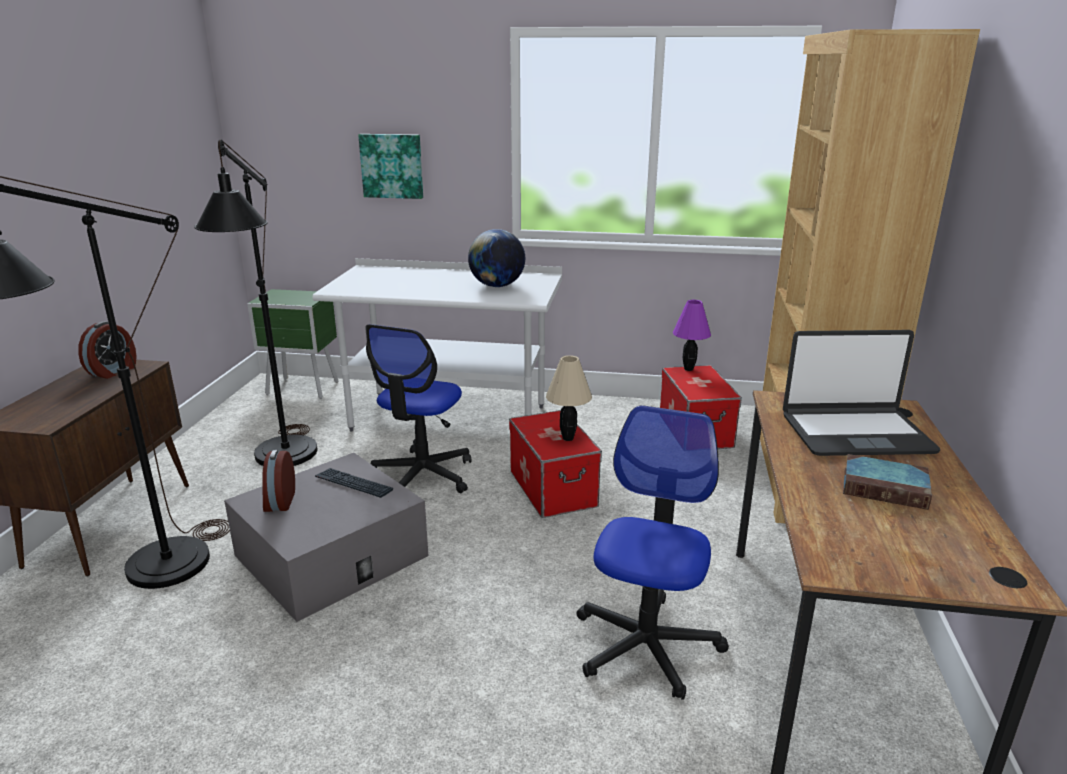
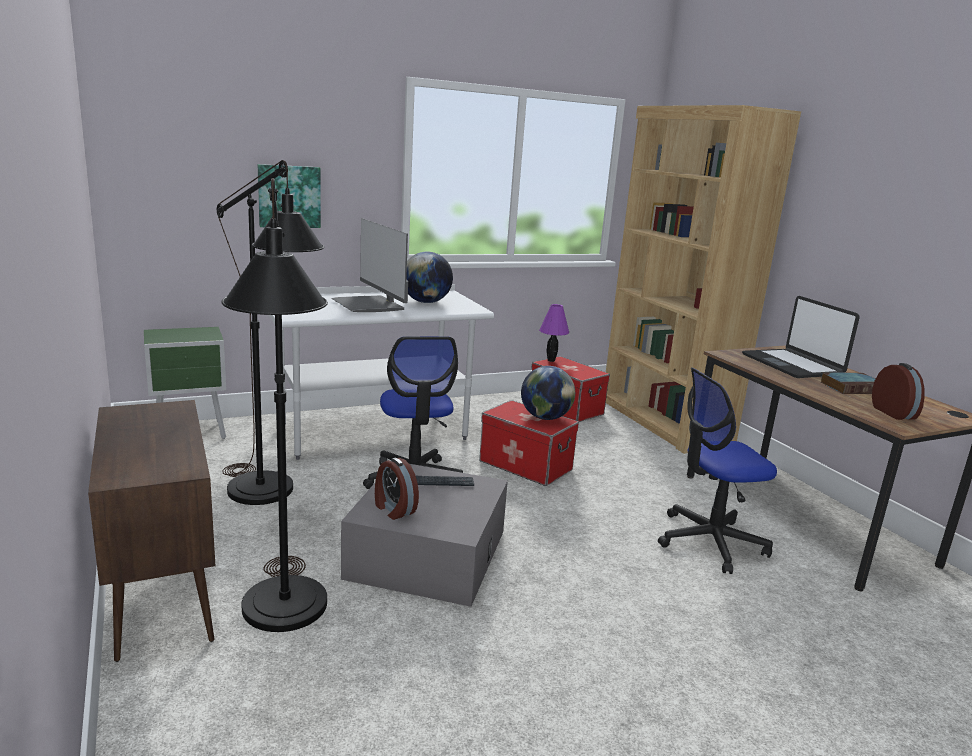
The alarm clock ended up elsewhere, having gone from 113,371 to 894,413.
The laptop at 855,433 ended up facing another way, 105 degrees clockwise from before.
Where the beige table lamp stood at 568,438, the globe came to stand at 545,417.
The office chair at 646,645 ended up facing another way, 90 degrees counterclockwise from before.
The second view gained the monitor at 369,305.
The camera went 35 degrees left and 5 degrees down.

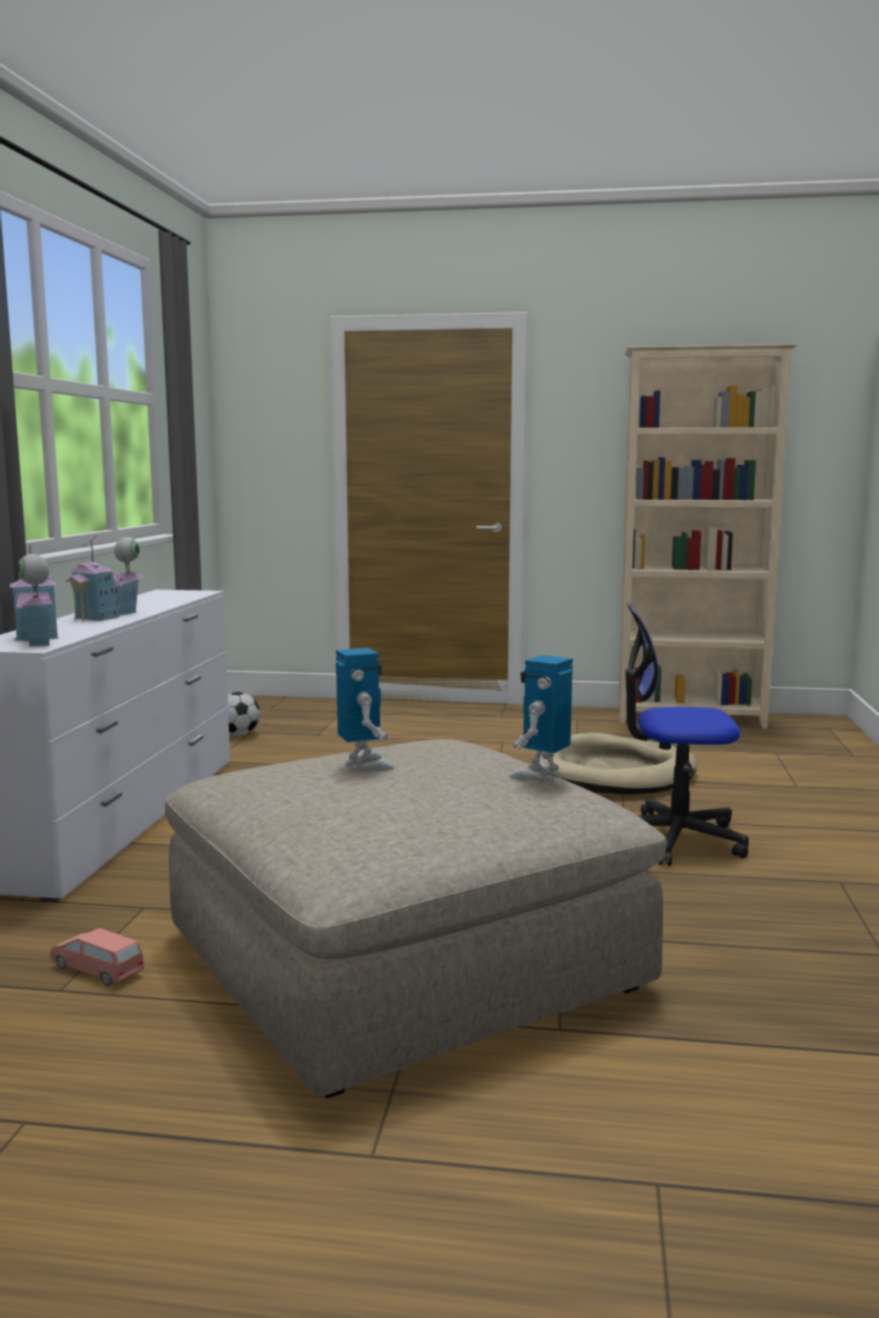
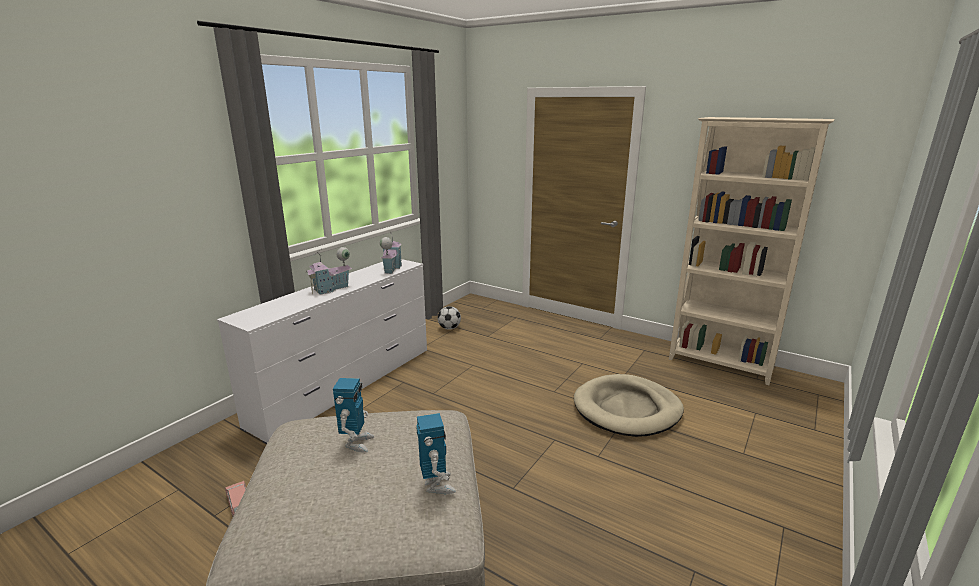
The toy house ended up elsewhere, having gone from 37,640 to 391,268.
The second view lost the office chair at 674,839.
The toy robot at 541,776 ended up facing another way, 105 degrees clockwise from before.
The camera went 25 degrees right and 10 degrees up.

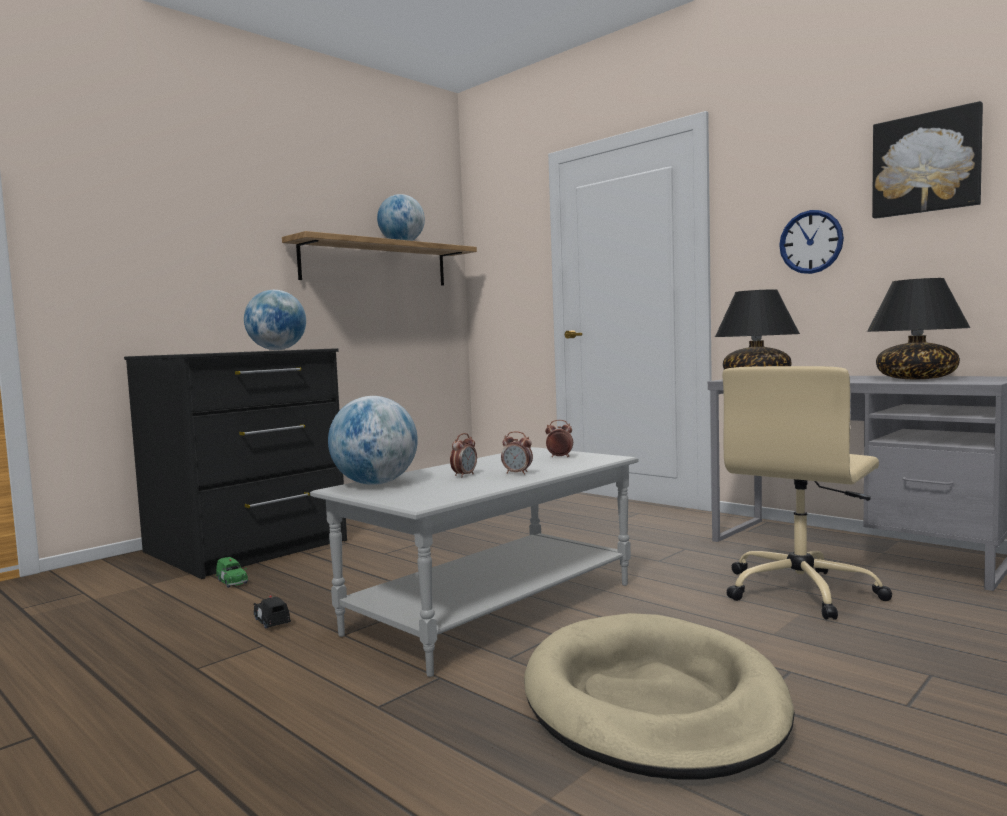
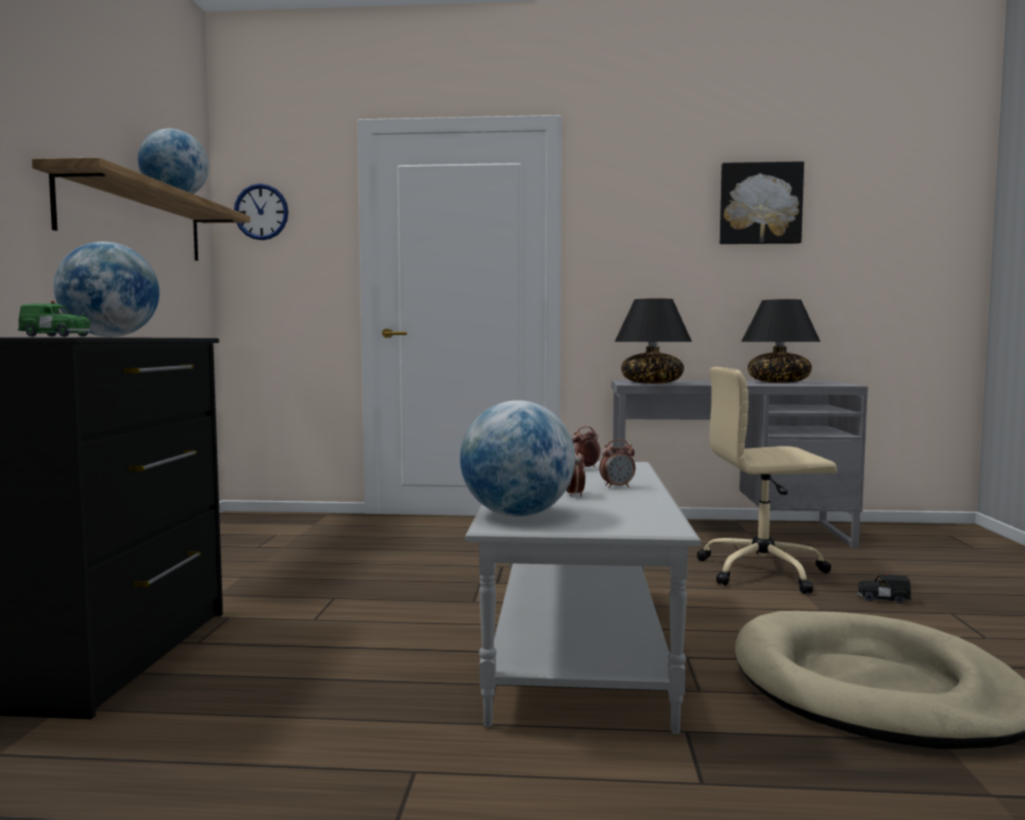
The wall clock ended up elsewhere, having gone from 811,242 to 261,212.
The beige office chair at 801,591 ended up facing another way, 90 degrees clockwise from before.
The green toy car ended up elsewhere, having gone from 232,582 to 56,336.
The black toy car ended up elsewhere, having gone from 272,622 to 882,599.
The camera went 40 degrees left and 0 degrees up.

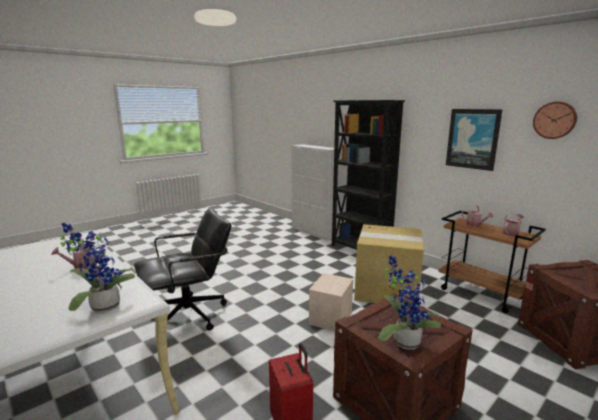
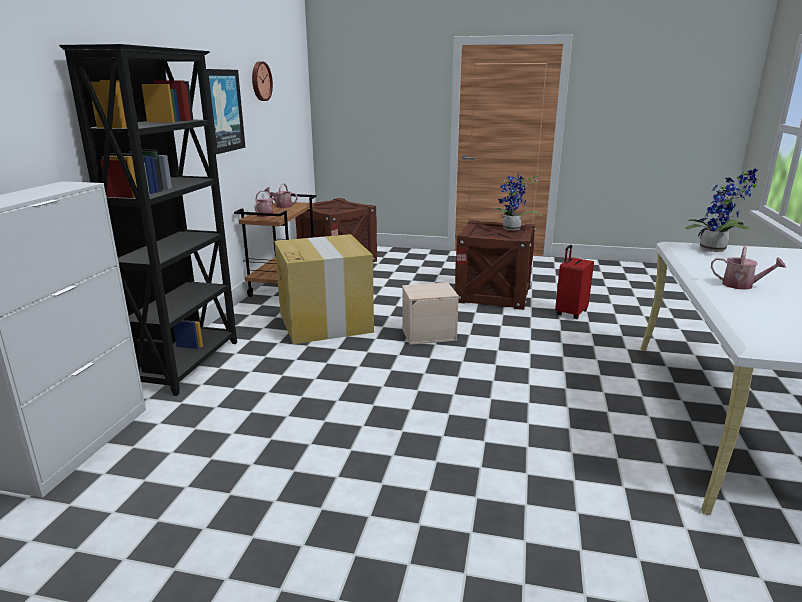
The second view lost the black office chair at 189,315.
The camera went 125 degrees left and 5 degrees up.

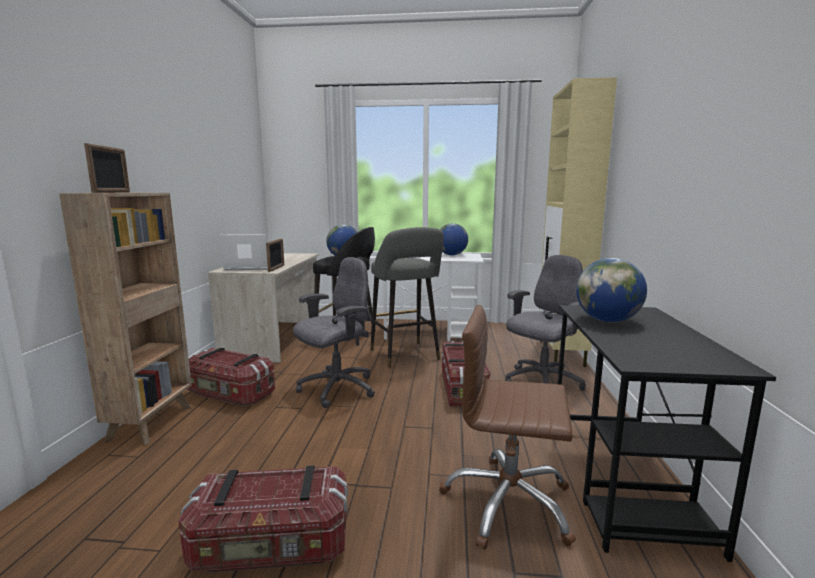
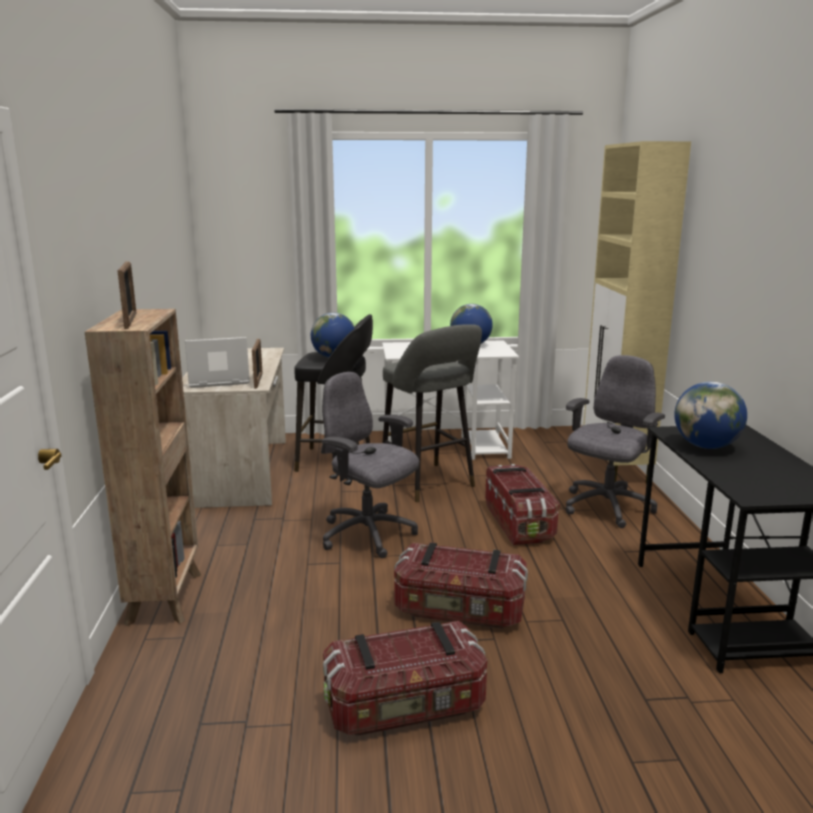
The grey office chair at 336,389 ended up facing another way, 90 degrees counterclockwise from before.
The second view lost the brown office chair at 508,503.
The storage box ended up elsewhere, having gone from 230,394 to 459,611.
The camera went 10 degrees left and 5 degrees up.

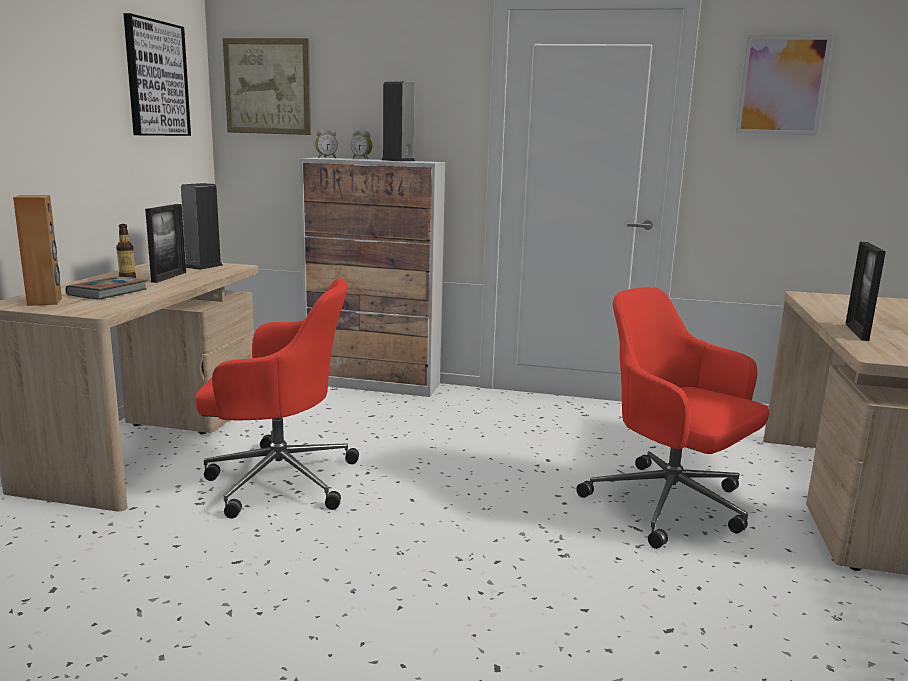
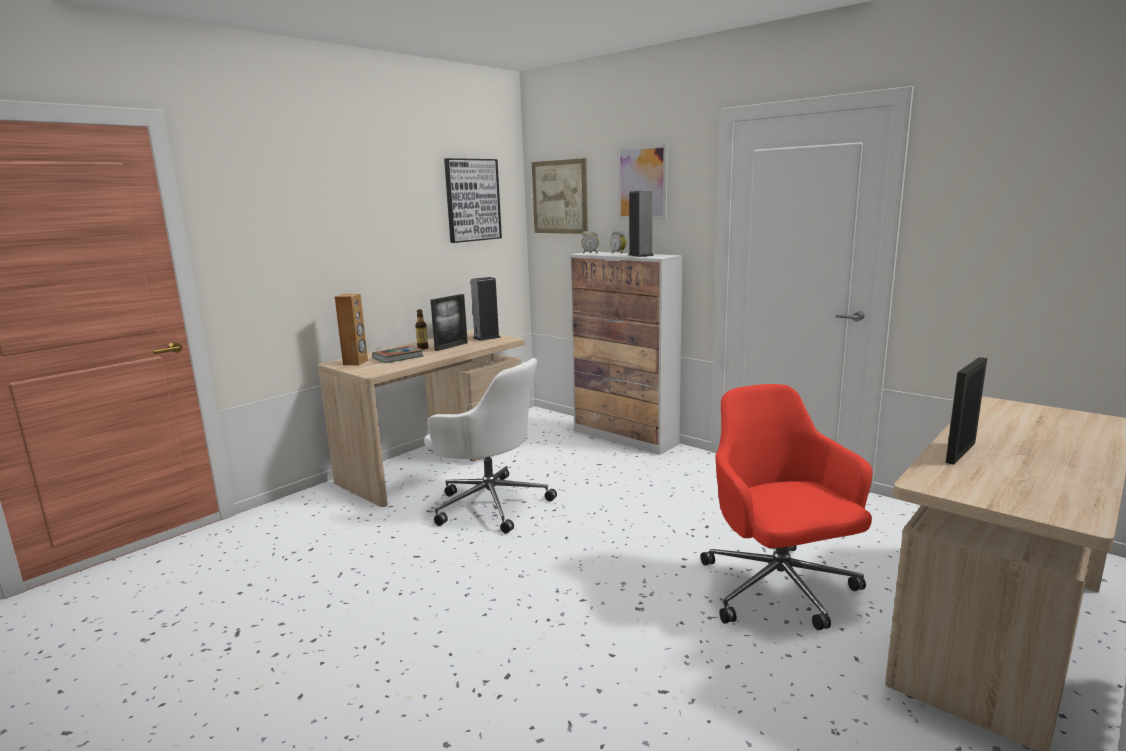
The picture ended up elsewhere, having gone from 782,85 to 642,183.
What was the red office chair at 278,479 turned into the white office chair at 490,503.
The camera went 30 degrees right and 0 degrees up.

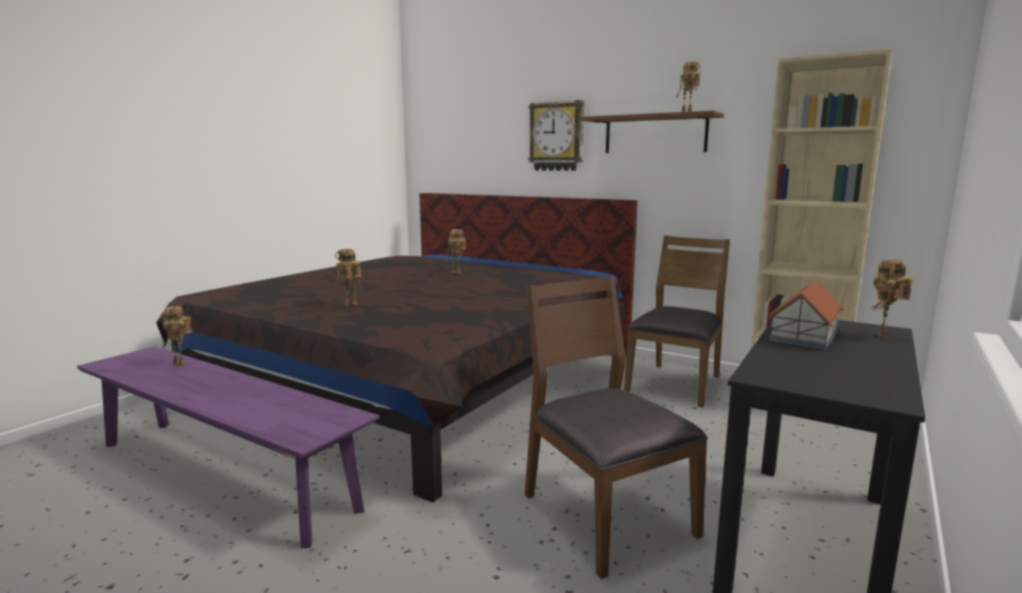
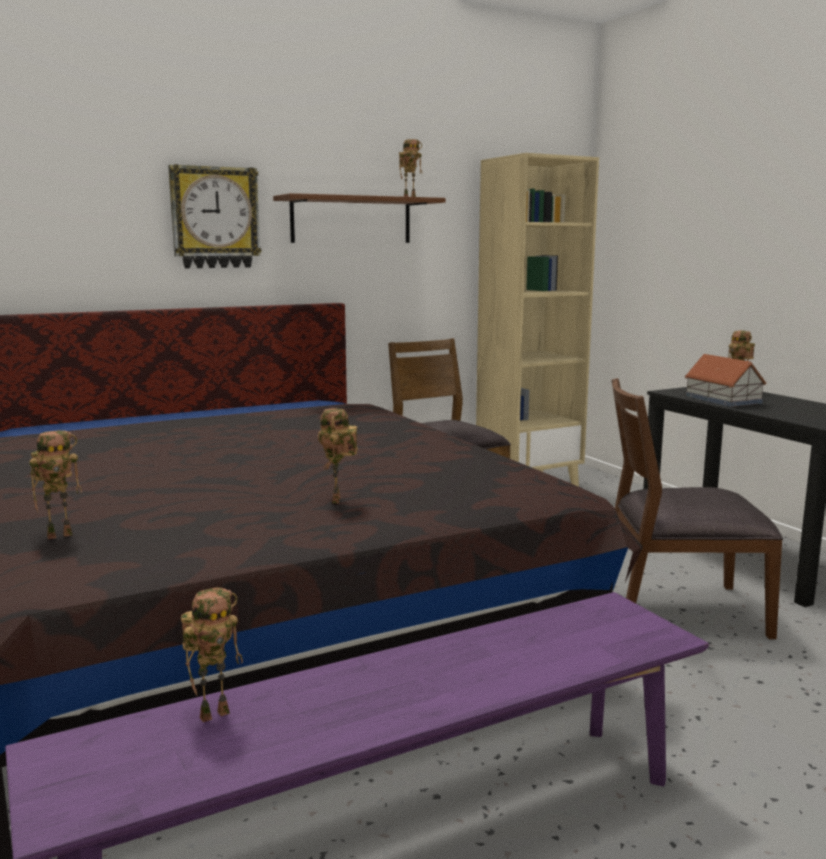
The toy robot ended up elsewhere, having gone from 457,272 to 61,534.
The camera went 60 degrees left and 0 degrees up.

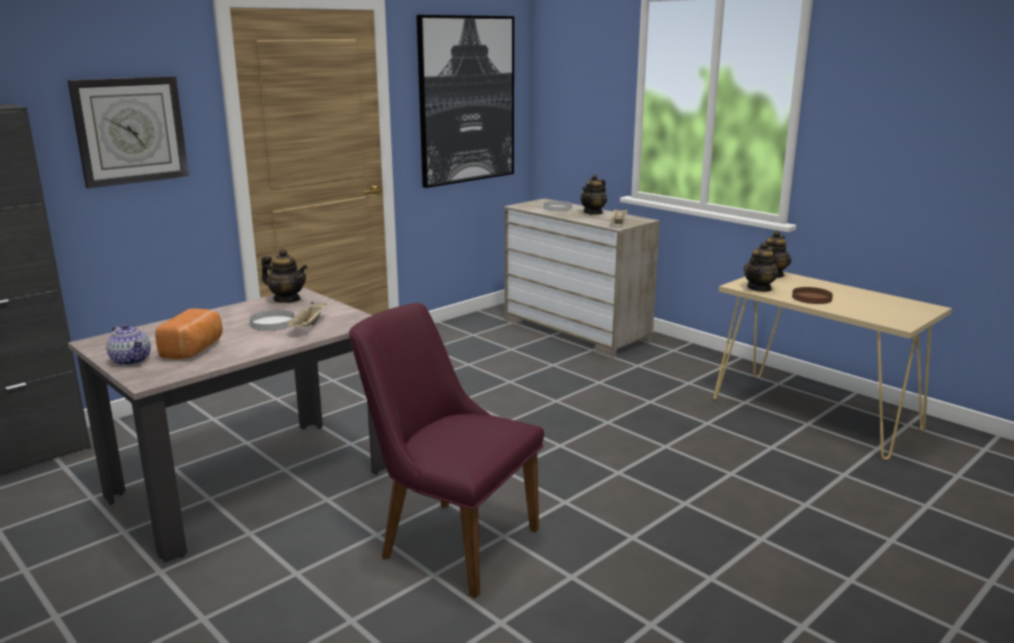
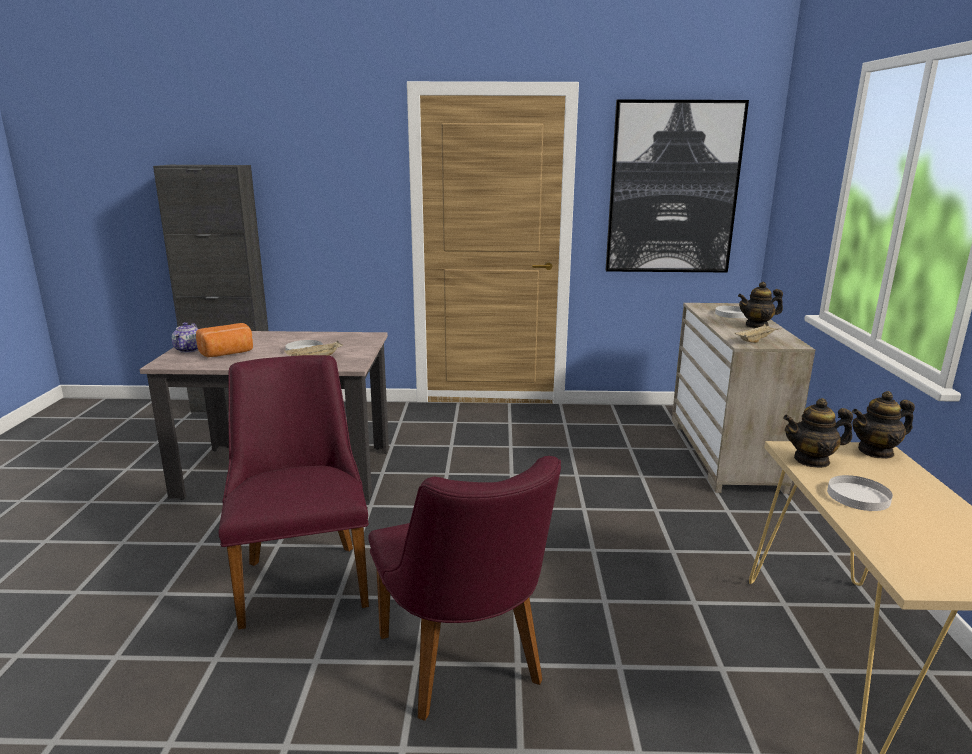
The second view lost the wall clock at 130,130.
The second view lost the teapot at 287,299.
What was the brown plate at 812,298 turned into the white plate at 858,496.
The second view gained the purple chair at 466,668.
The camera went 45 degrees right and 0 degrees up.

